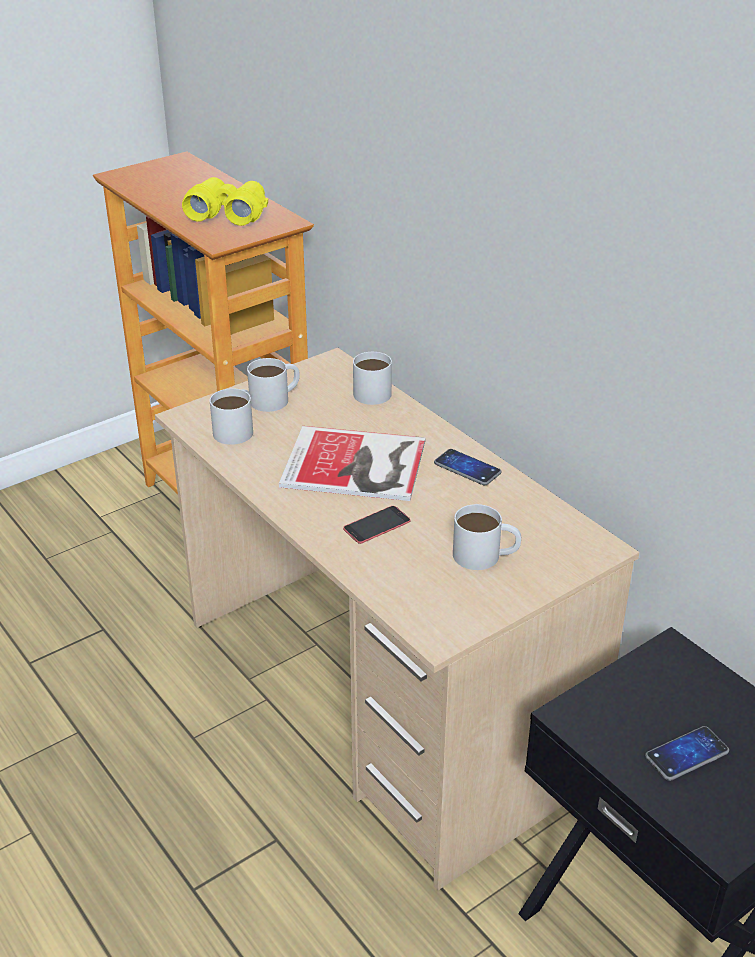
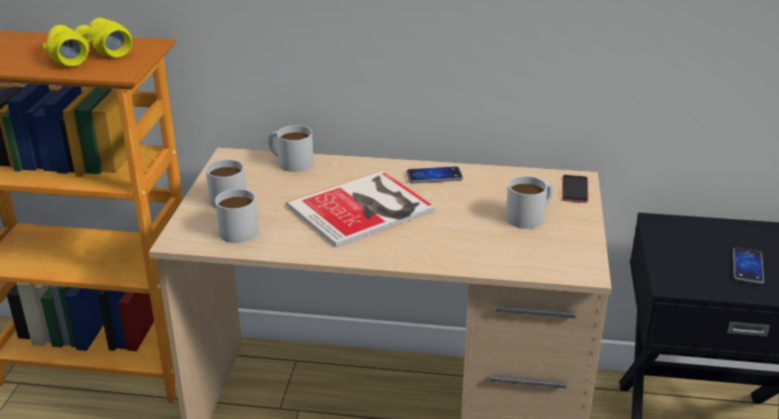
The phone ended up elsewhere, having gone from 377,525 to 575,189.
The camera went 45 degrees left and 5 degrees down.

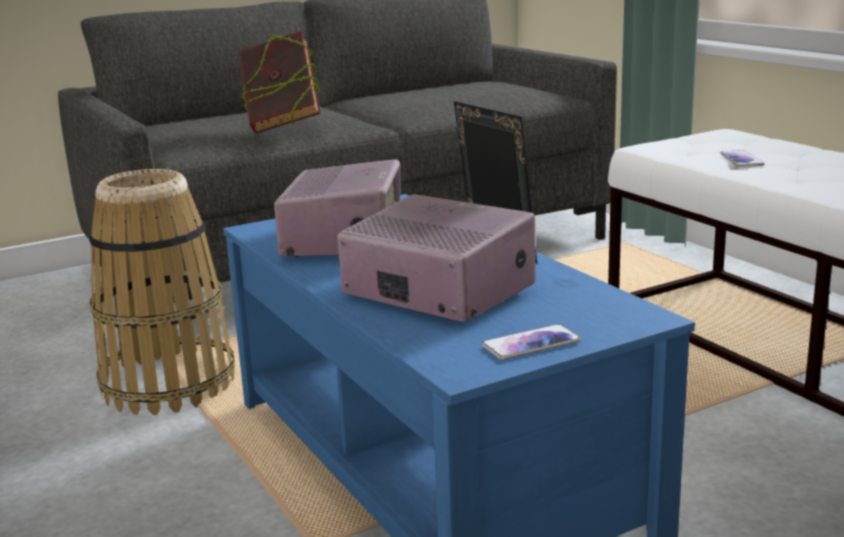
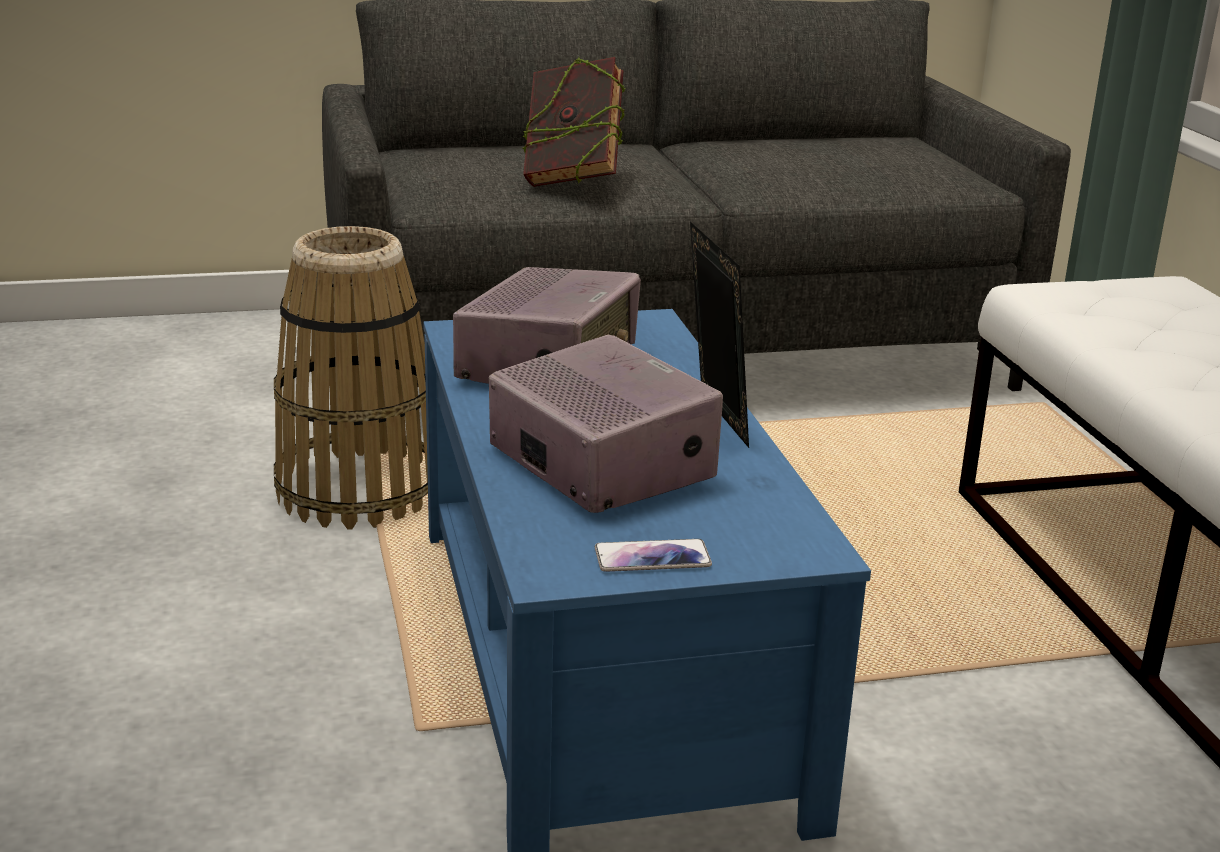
The second view lost the phone at 741,160.
The camera went 15 degrees right and 5 degrees up.

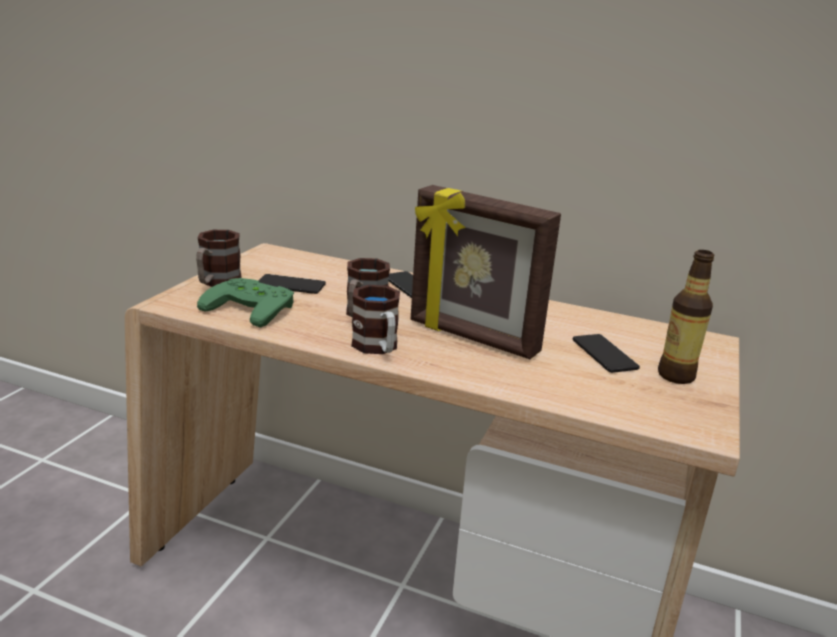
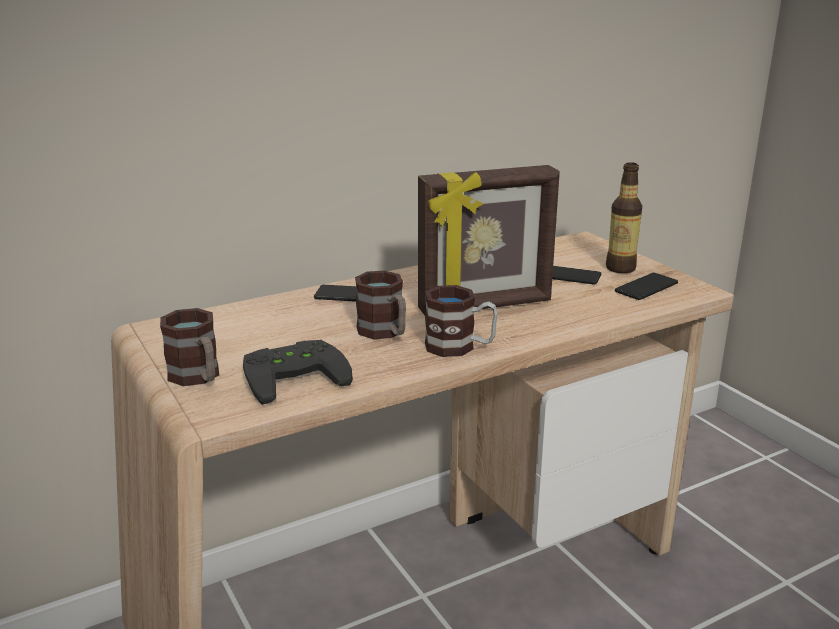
The phone ended up elsewhere, having gone from 290,285 to 646,287.
What was the green game controller at 253,307 turned into the black game controller at 293,375.
The camera went 50 degrees left and 0 degrees up.

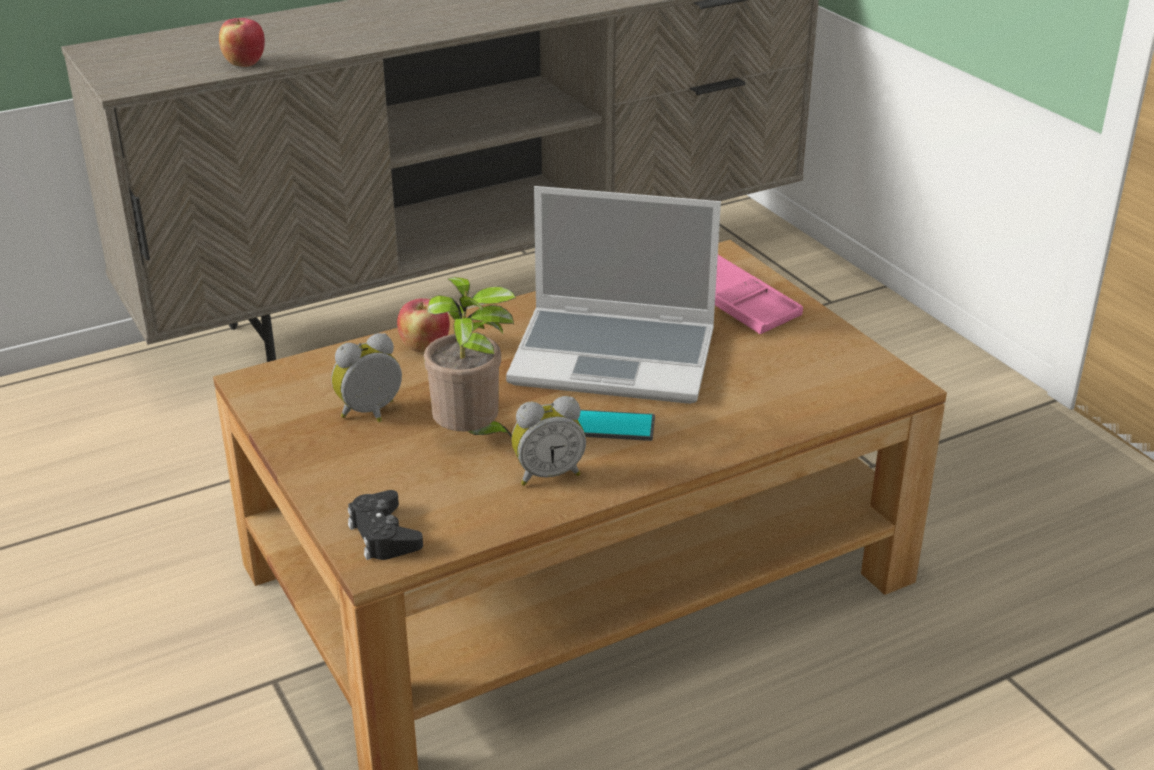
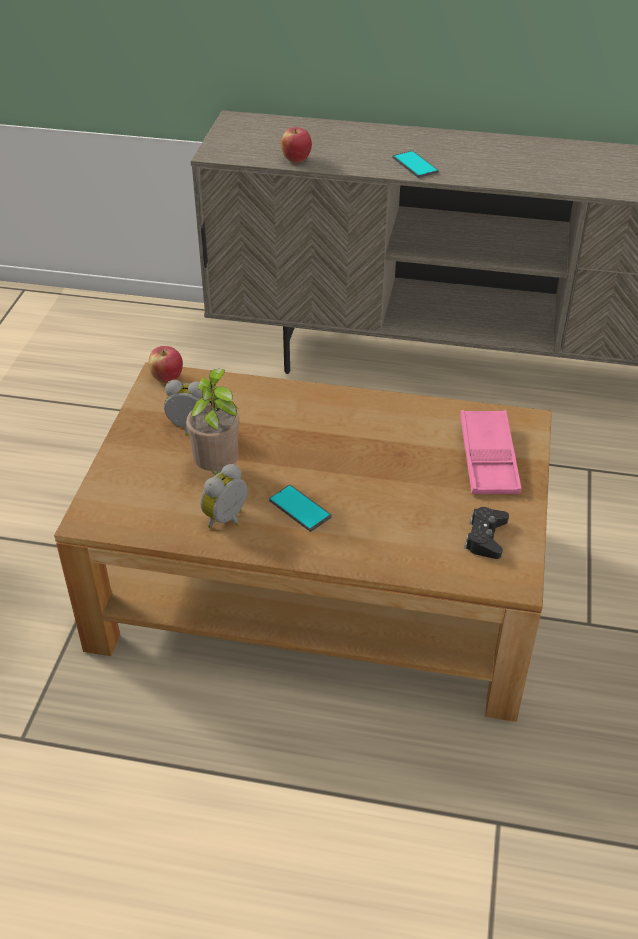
The second view lost the laptop at 616,357.
The apple ended up elsewhere, having gone from 424,347 to 167,378.
The alarm clock at 547,474 ended up facing another way, 105 degrees clockwise from before.
The black game controller ended up elsewhere, having gone from 384,534 to 485,537.
The second view gained the phone at 415,165.
The camera went 40 degrees right and 10 degrees up.

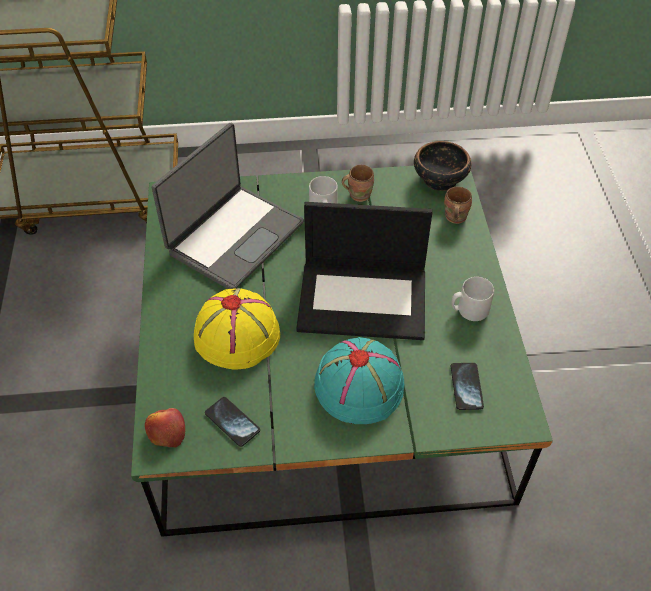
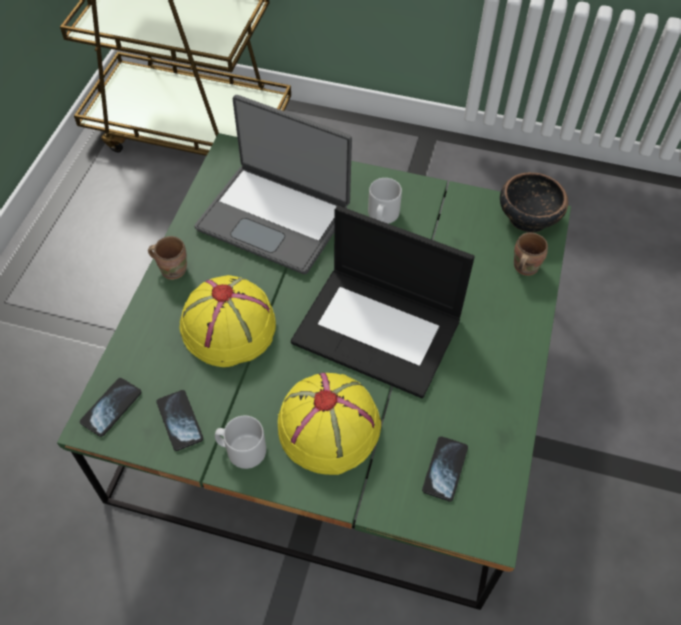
The laptop at 234,237 ended up facing another way, 60 degrees clockwise from before.
The brown mug ended up elsewhere, having gone from 358,194 to 173,268.
The grey mug ended up elsewhere, having gone from 469,310 to 241,450.
What was the turquoise hat at 359,385 turned into the yellow hat at 329,425.
Where the apple stood at 166,431, the phone came to stand at 111,407.
The camera went 20 degrees right and 5 degrees up.

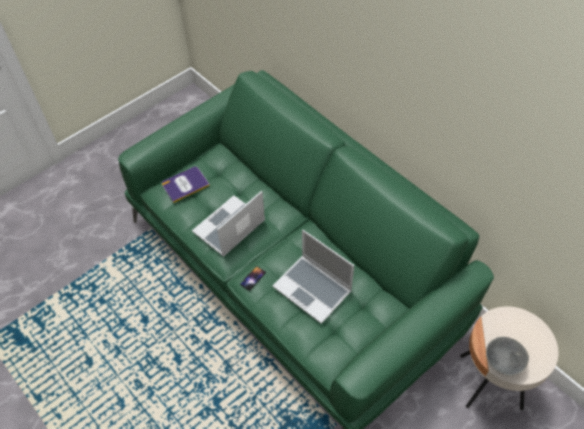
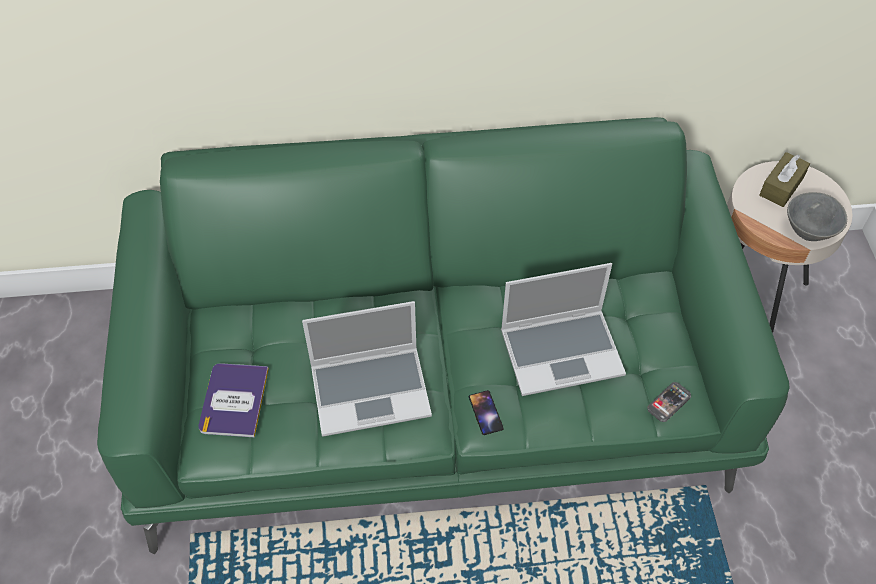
The laptop at 229,228 ended up facing another way, 90 degrees counterclockwise from before.
The second view gained the brown tissue box at 781,186.
The second view gained the phone at 668,402.
The camera went 55 degrees left and 0 degrees up.

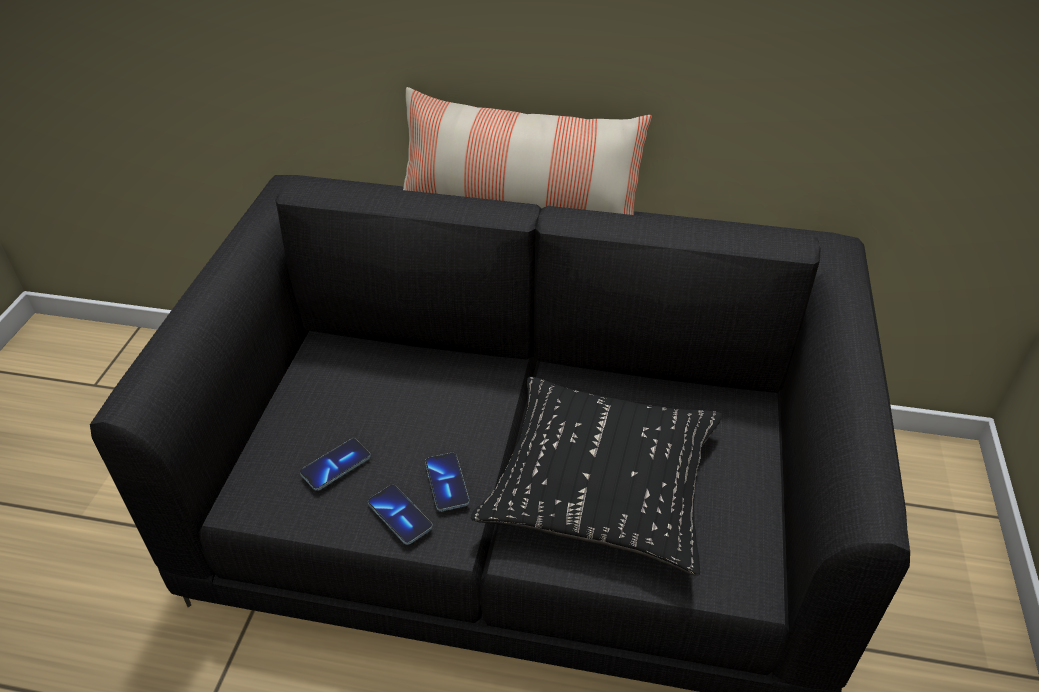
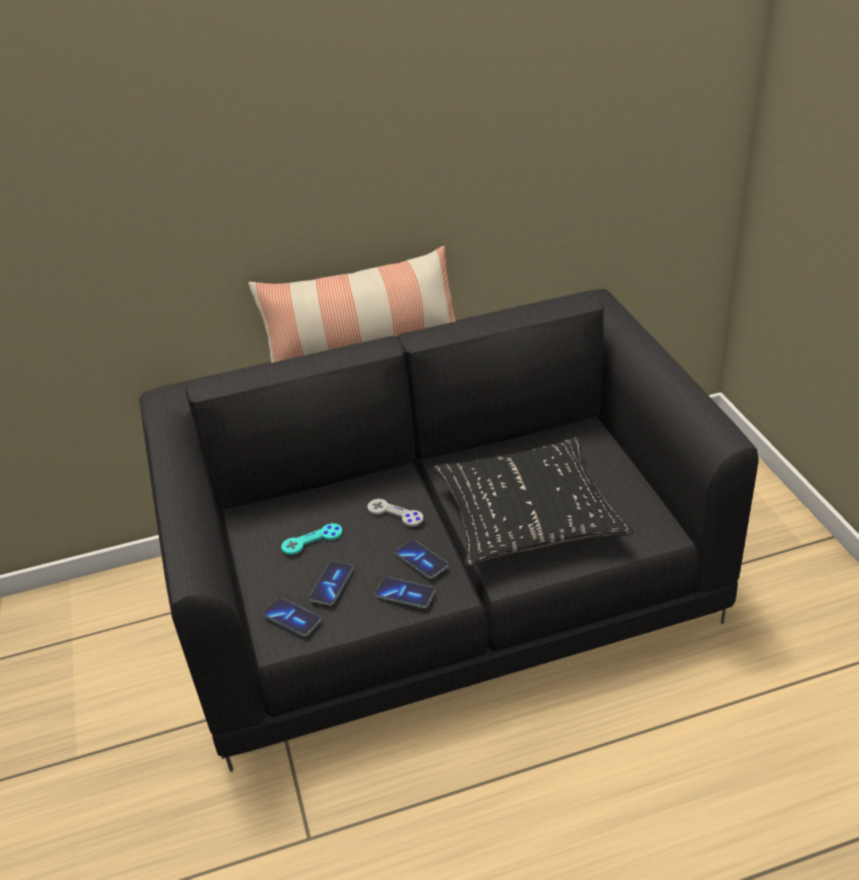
The second view gained the grey game controller at 395,514.
The second view gained the turquoise game controller at 312,540.
The second view gained the phone at 292,618.
The camera went 25 degrees left and 5 degrees down.

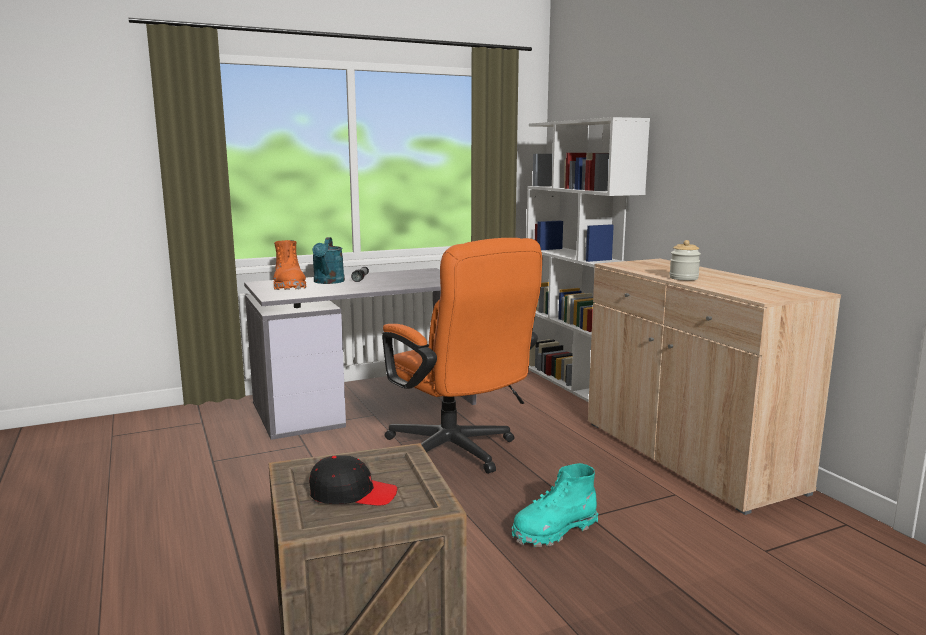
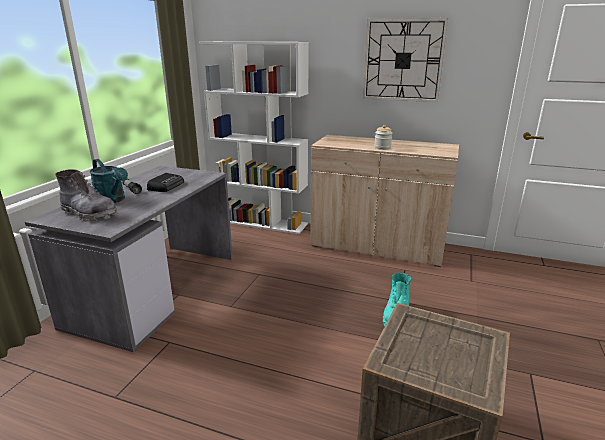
The second view lost the orange office chair at 457,453.
What was the orange boot at 289,286 turned into the grey boot at 89,214.
The second view lost the black cap at 352,494.
The second view gained the wall clock at 403,60.
The second view gained the radio at 166,186.
The camera went 45 degrees left and 10 degrees up.

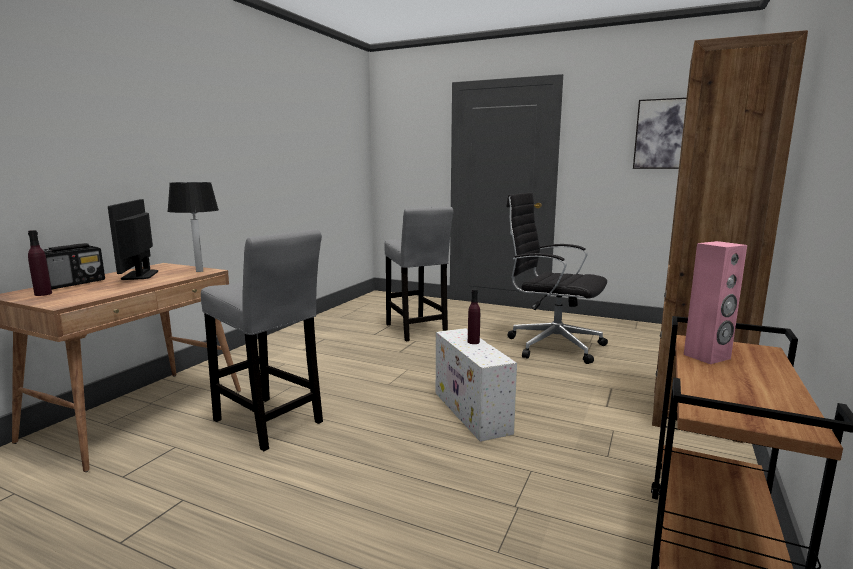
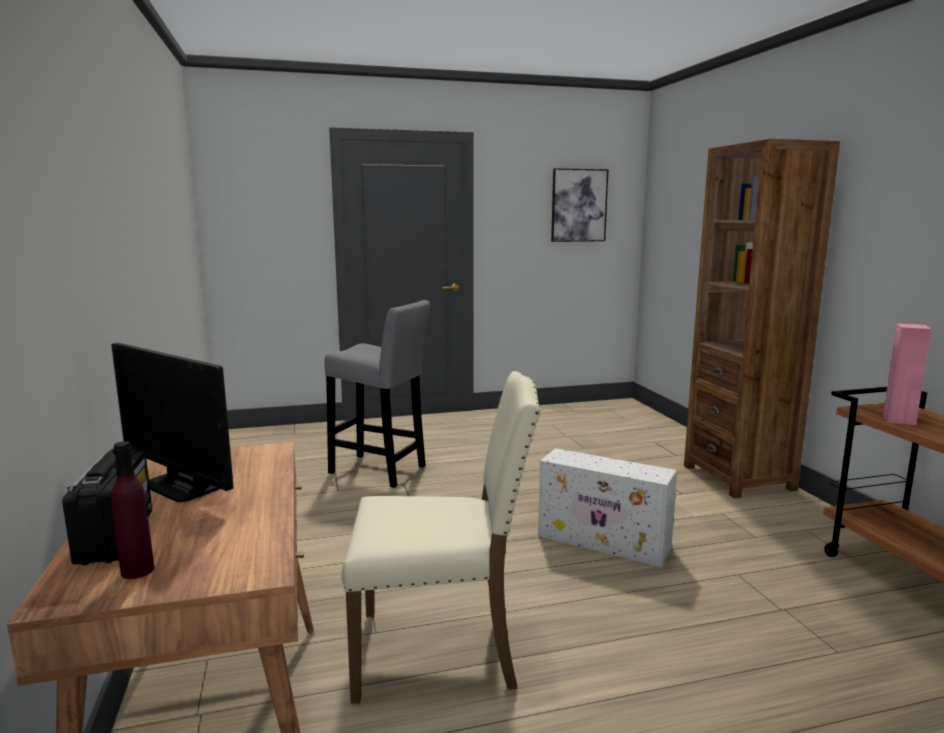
The second view lost the table lamp at 199,271.
The second view lost the black office chair at 552,345.
Where the grey stool stood at 270,424, the beige chair came to stand at 440,650.
The second view lost the purple bottle at 473,342.
The camera went 40 degrees left and 0 degrees up.

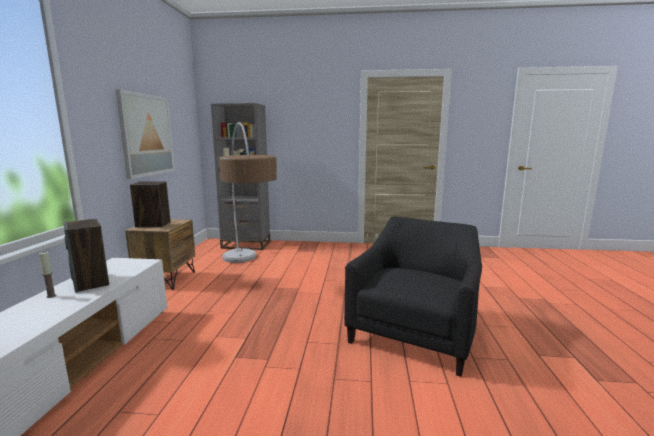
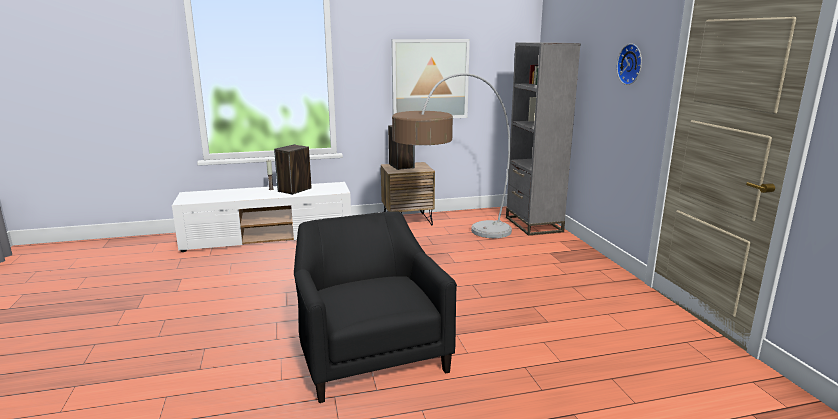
The black armchair at 414,334 ended up facing another way, 120 degrees counterclockwise from before.
The second view gained the wall clock at 631,64.
The camera went 70 degrees right and 5 degrees up.

